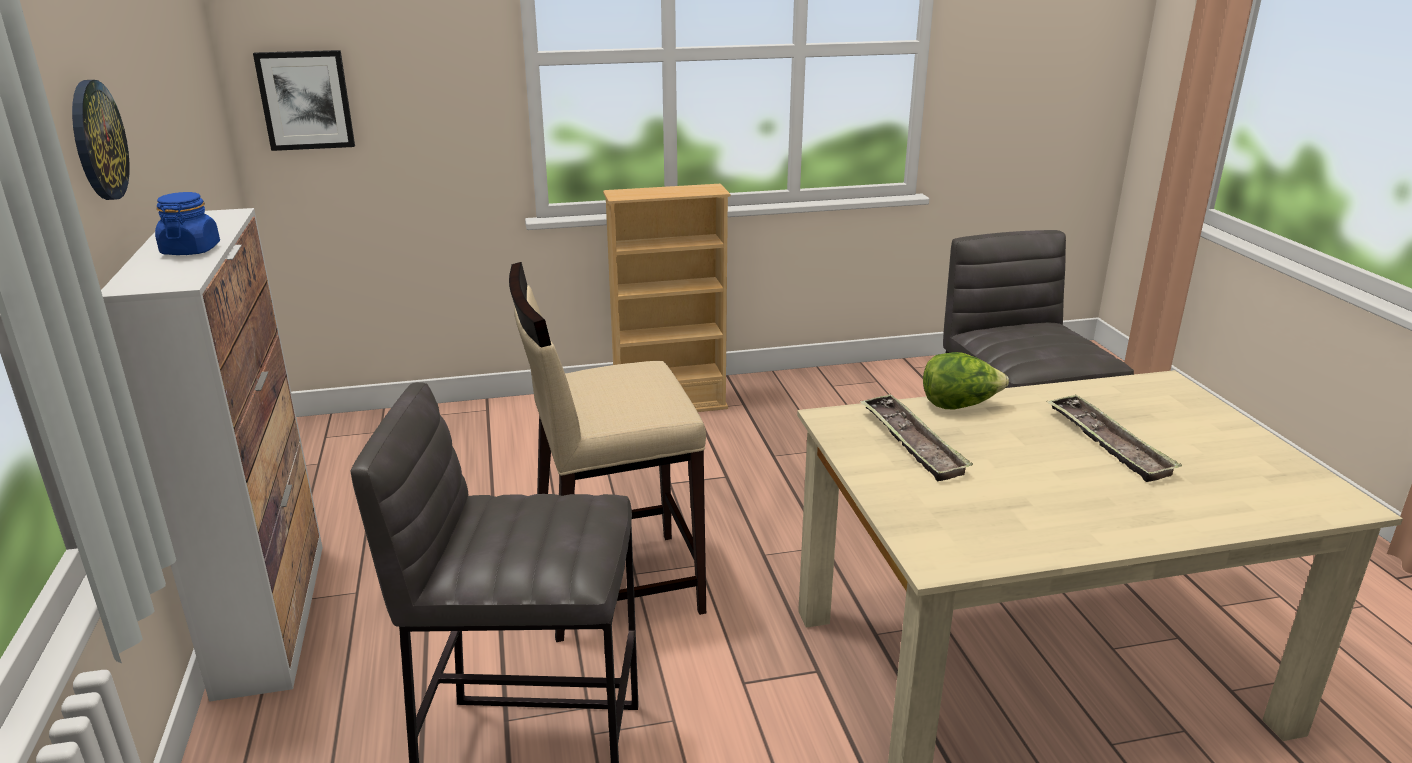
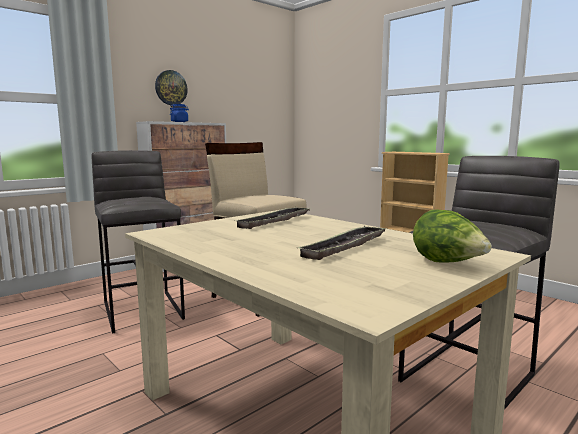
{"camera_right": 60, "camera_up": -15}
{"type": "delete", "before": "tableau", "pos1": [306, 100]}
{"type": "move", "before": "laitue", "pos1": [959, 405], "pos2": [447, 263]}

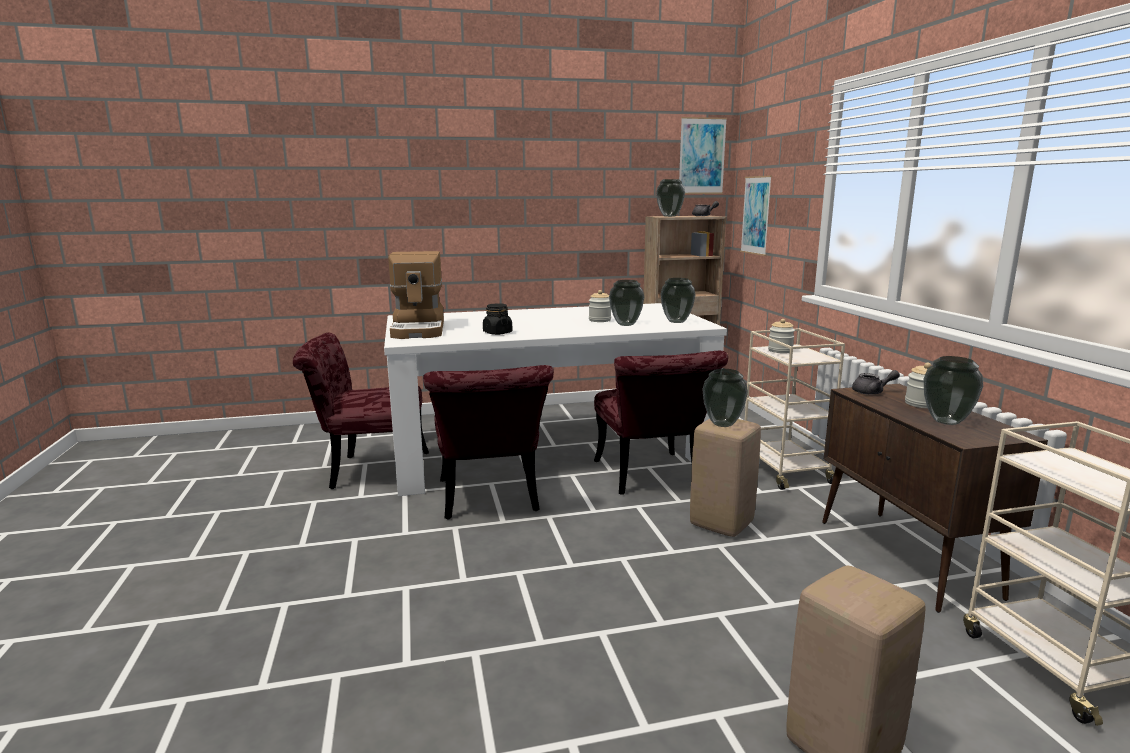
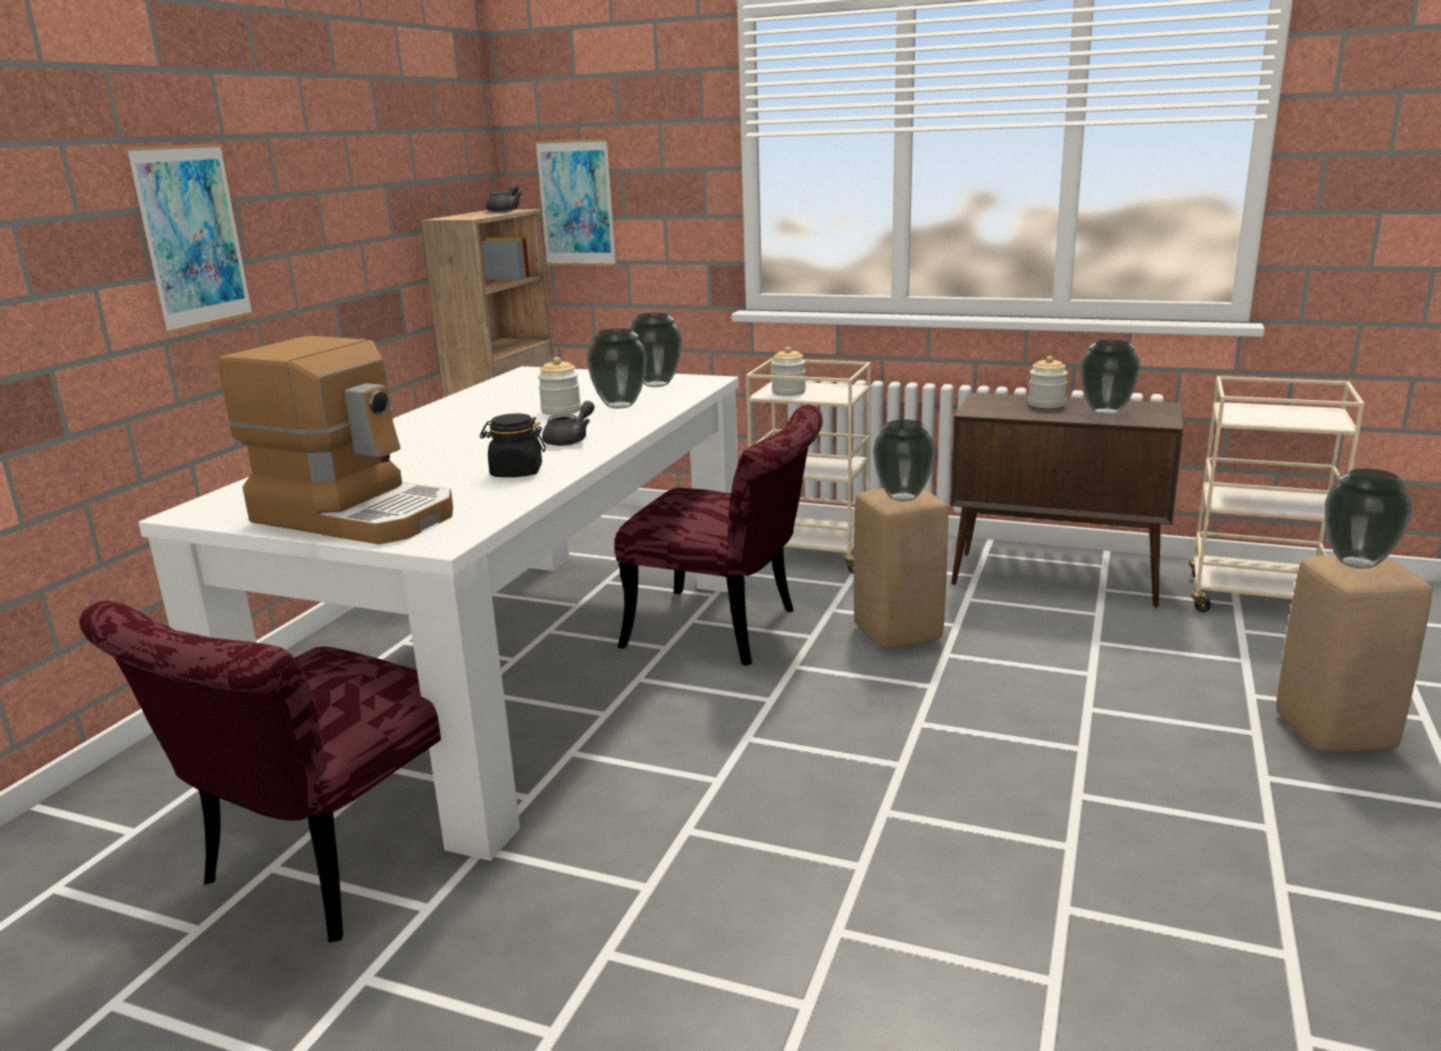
{"camera_right": -55, "camera_up": 5}
{"type": "move", "before": "tableau", "pos1": [702, 156], "pos2": [192, 236]}
{"type": "move", "before": "vase", "pos1": [669, 216], "pos2": [1358, 563]}
{"type": "delete", "before": "chaise [rouge]", "pos1": [490, 501]}
{"type": "move", "before": "théière [gris]", "pos1": [872, 392], "pos2": [570, 440]}

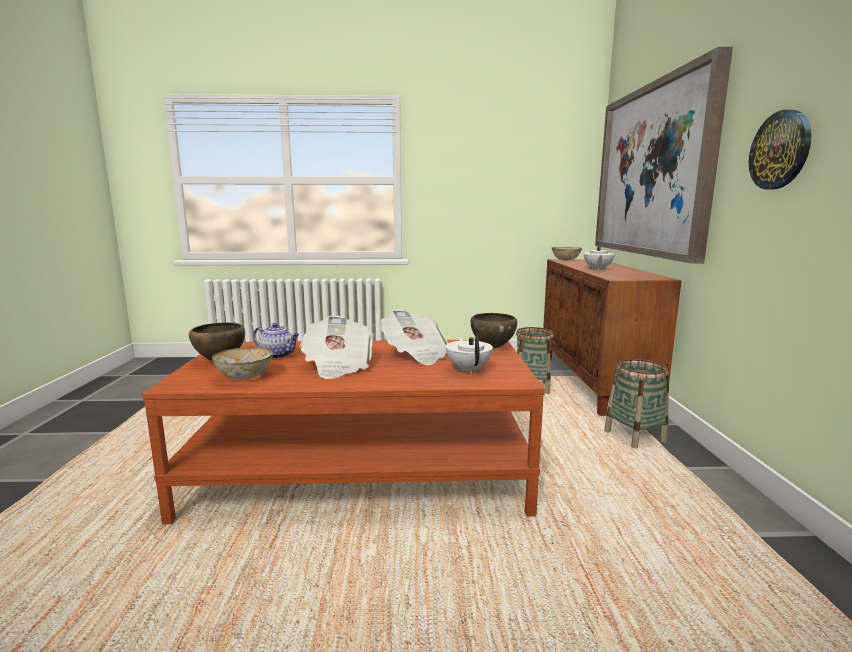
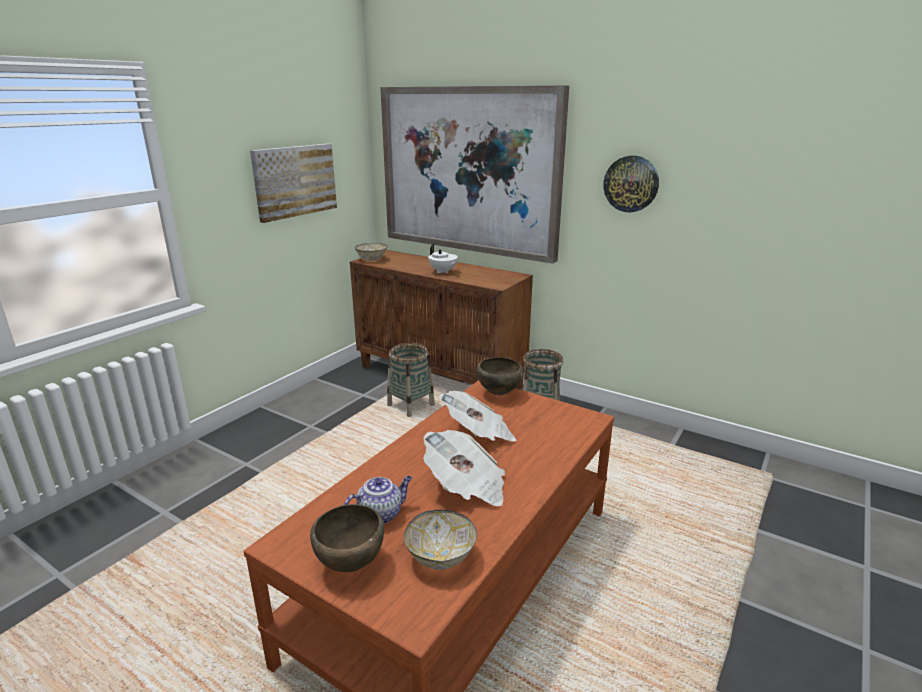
{"camera_right": -55, "camera_up": 10}
{"type": "delete", "before": "théière [blanc]", "pos1": [468, 369]}
{"type": "insert", "after": "tableau", "pos2": [294, 181]}

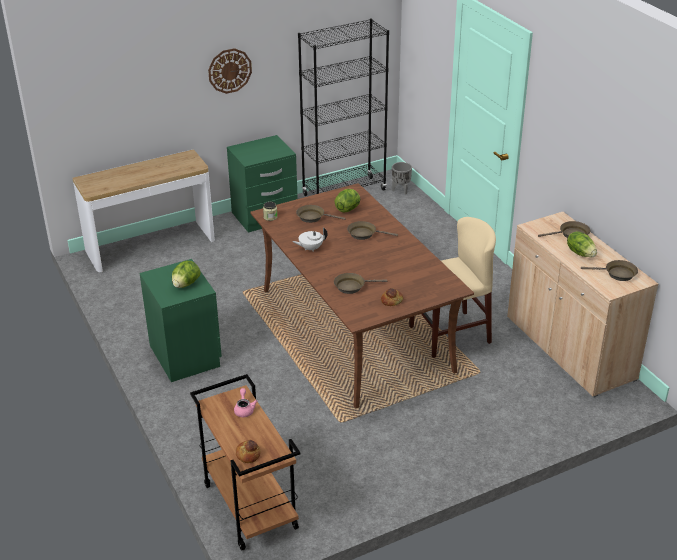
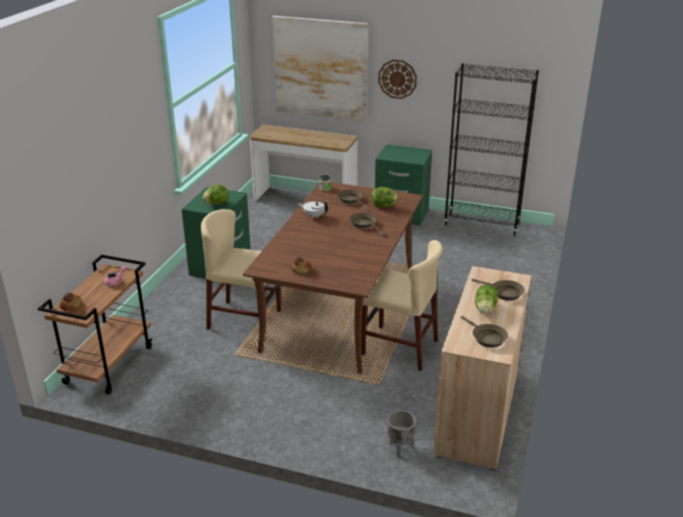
{"camera_right": 45, "camera_up": -5}
{"type": "move", "before": "cache-pot [gris]", "pos1": [400, 190], "pos2": [399, 448]}
{"type": "delete", "before": "poêle [marron]", "pos1": [352, 286]}
{"type": "insert", "after": "tableau", "pos2": [320, 68]}
{"type": "insert", "after": "chaise [beige]", "pos2": [244, 320]}

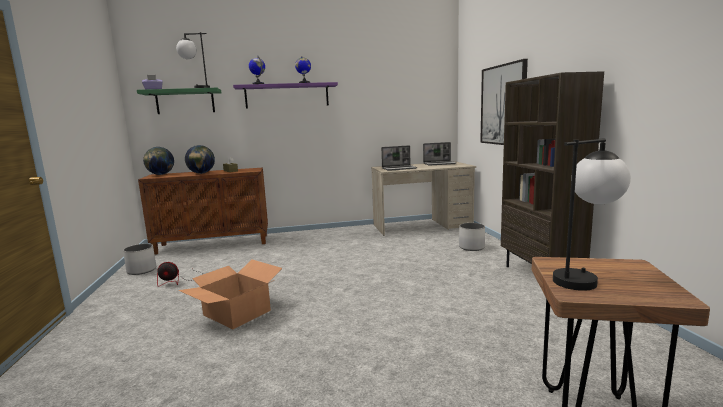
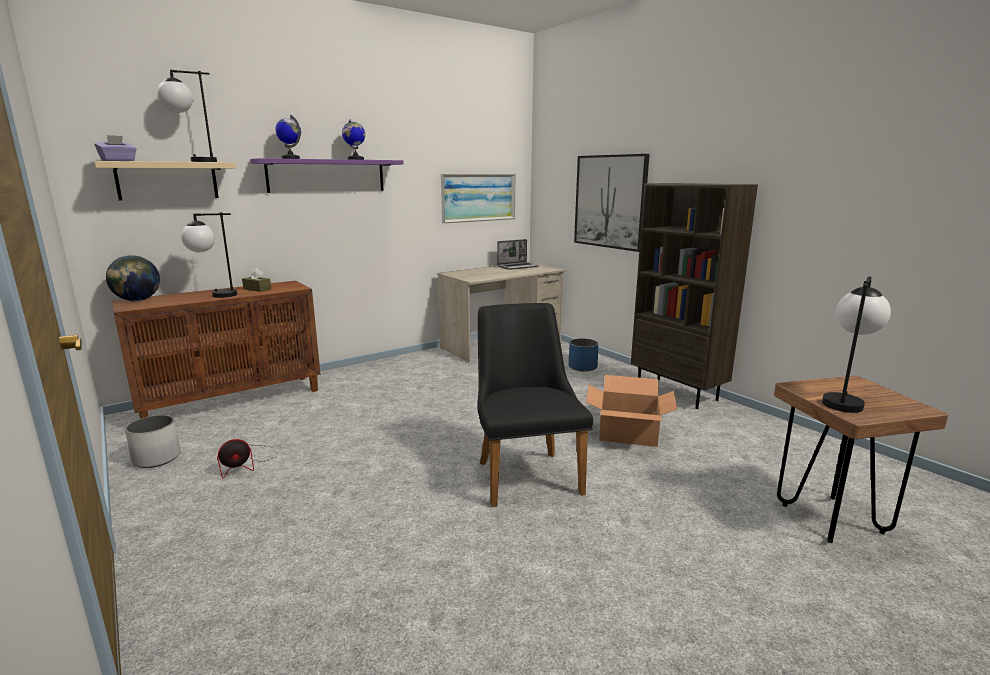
{"camera_right": -25, "camera_up": 5}
{"type": "recolor", "before": "étagère [vert]", "after": "étagère [beige]", "pos1": [185, 102], "pos2": [167, 180]}
{"type": "replace", "before": "globe", "after": "lampe de table", "pos1": [201, 173], "pos2": [214, 295]}
{"type": "delete", "before": "ordinateur portable", "pos1": [399, 168]}
{"type": "recolor", "before": "cache-pot [blanc]", "after": "cache-pot [bleu]", "pos1": [471, 247], "pos2": [582, 367]}
{"type": "move", "before": "carton", "pos1": [236, 313], "pos2": [628, 432]}
{"type": "insert", "after": "tableau", "pos2": [478, 197]}
{"type": "insert", "after": "chaise [noir]", "pos2": [525, 472]}

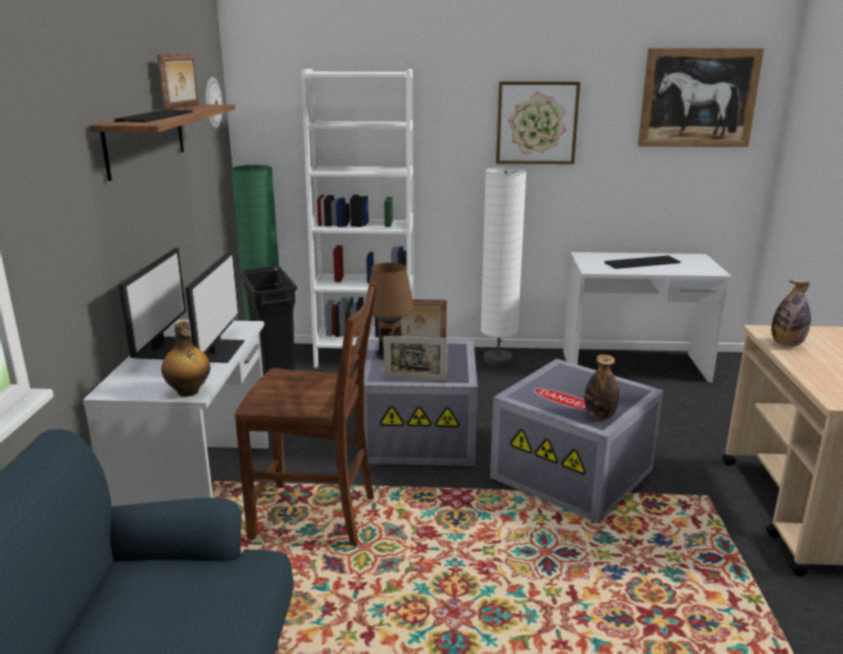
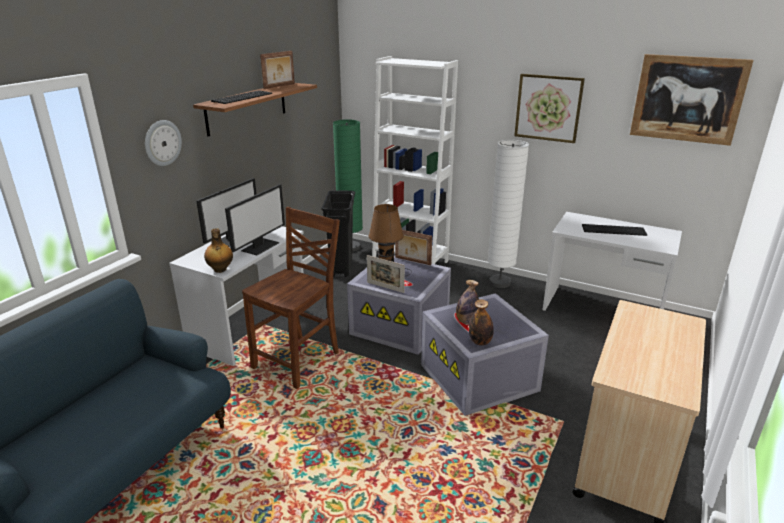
{"camera_right": 25, "camera_up": 5}
{"type": "move", "before": "horloge murale", "pos1": [212, 103], "pos2": [162, 143]}
{"type": "move", "before": "bouteille", "pos1": [786, 344], "pos2": [466, 321]}
{"type": "rotate", "before": "chaise [marron]", "pos1": [317, 517], "pos2": [299, 361], "turn": -90}

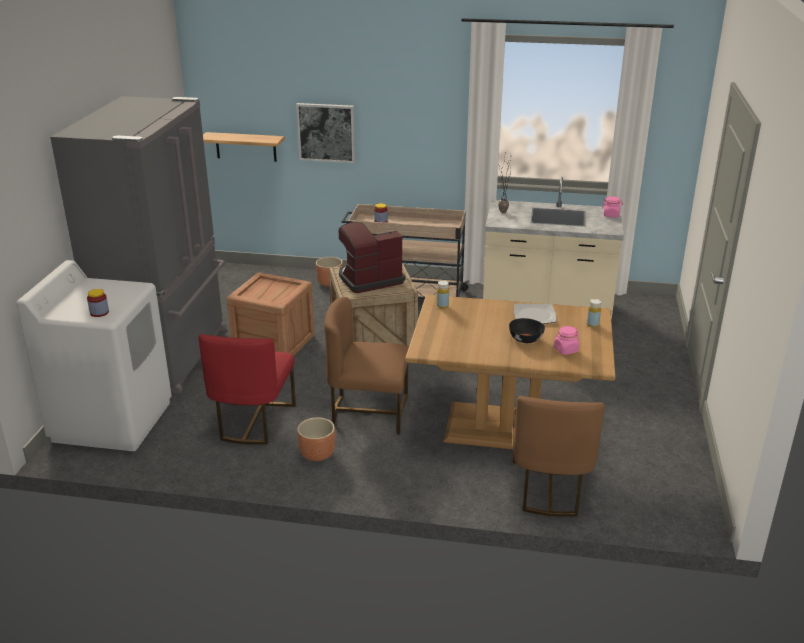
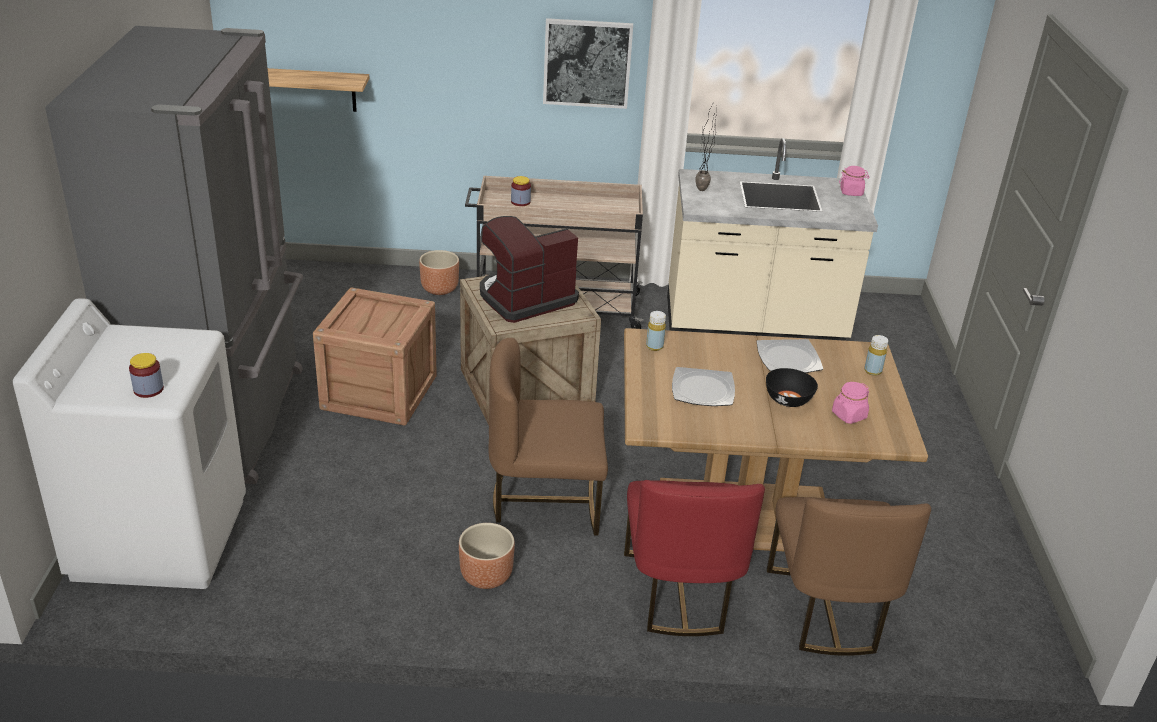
{"camera_right": -10, "camera_up": 5}
{"type": "move", "before": "tableau", "pos1": [326, 132], "pos2": [587, 63]}
{"type": "move", "before": "chaise [rouge]", "pos1": [253, 422], "pos2": [680, 592]}
{"type": "insert", "after": "assiette", "pos2": [703, 389]}

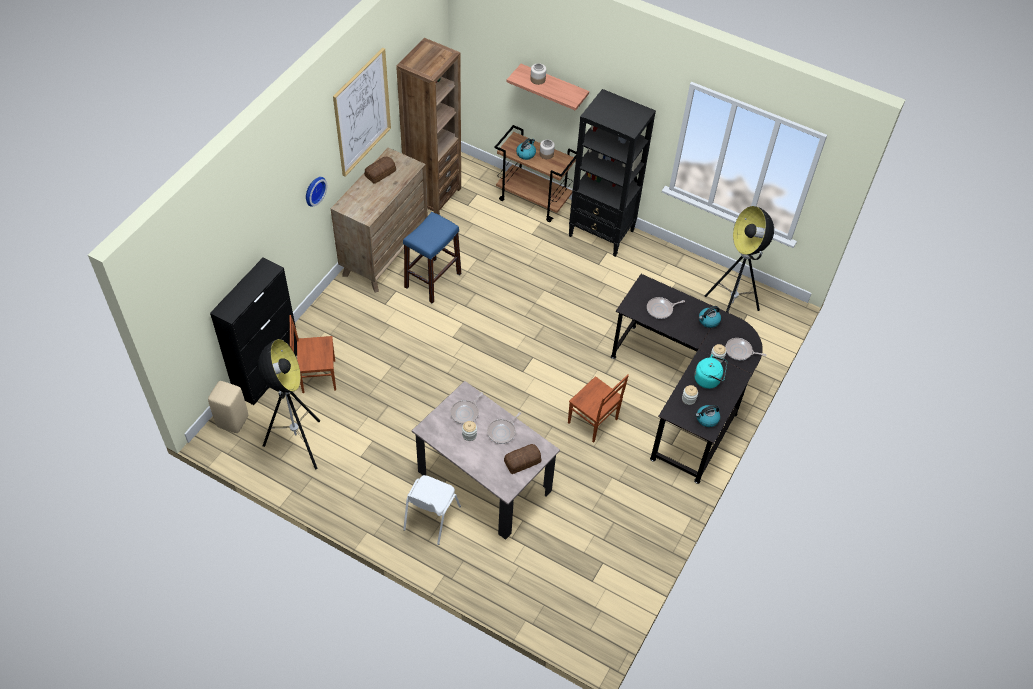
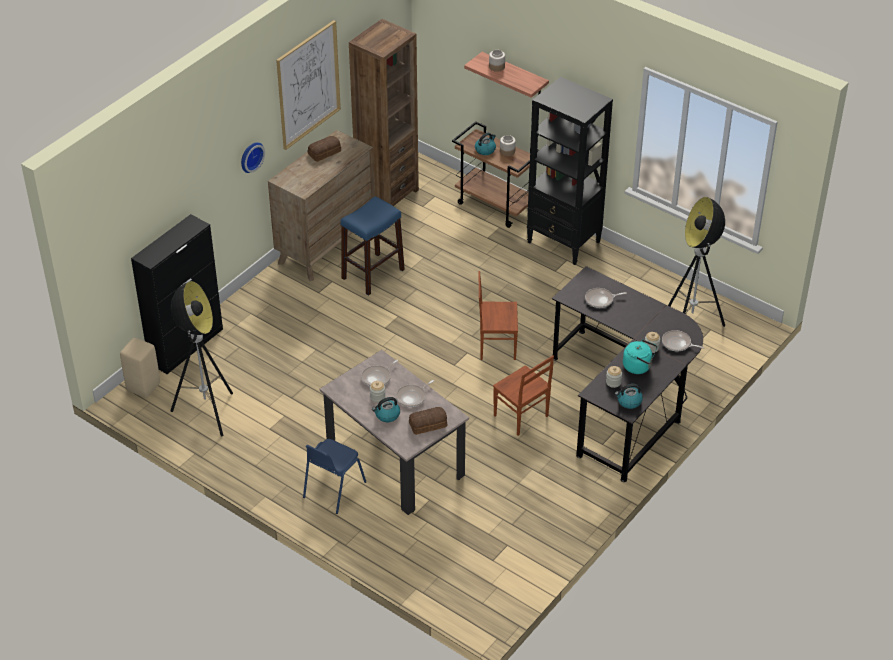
{"camera_right": 10, "camera_up": -10}
{"type": "move", "before": "bouilloire", "pos1": [708, 321], "pos2": [387, 415]}
{"type": "move", "before": "chaise [marron]", "pos1": [318, 376], "pos2": [496, 345]}
{"type": "recolor", "before": "chaise [blanc]", "after": "chaise [bleu]", "pos1": [430, 518], "pos2": [333, 490]}

